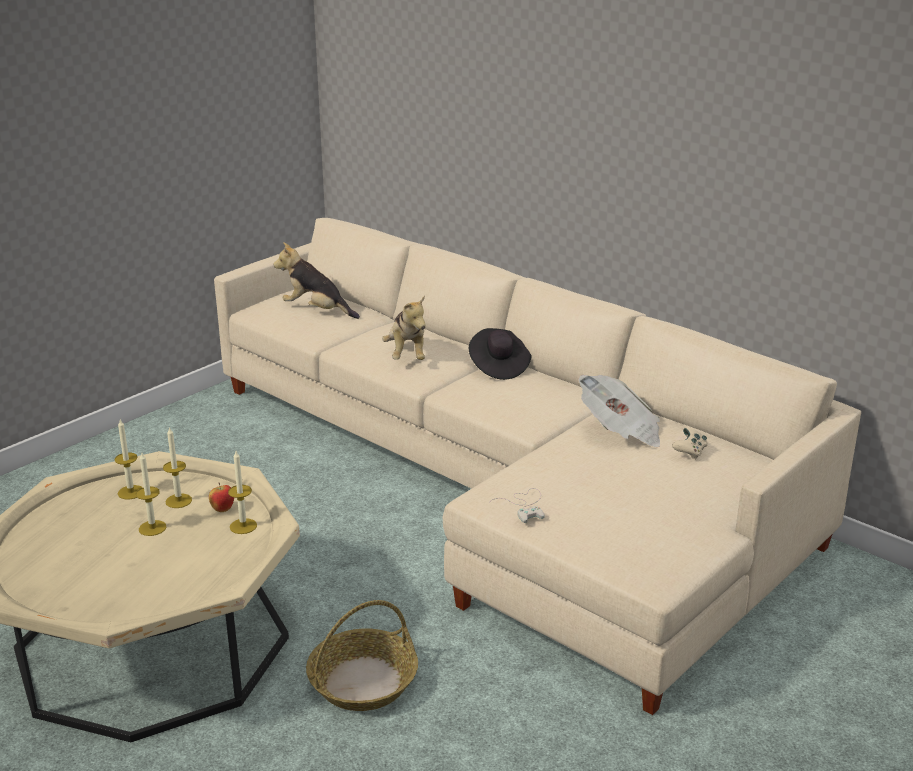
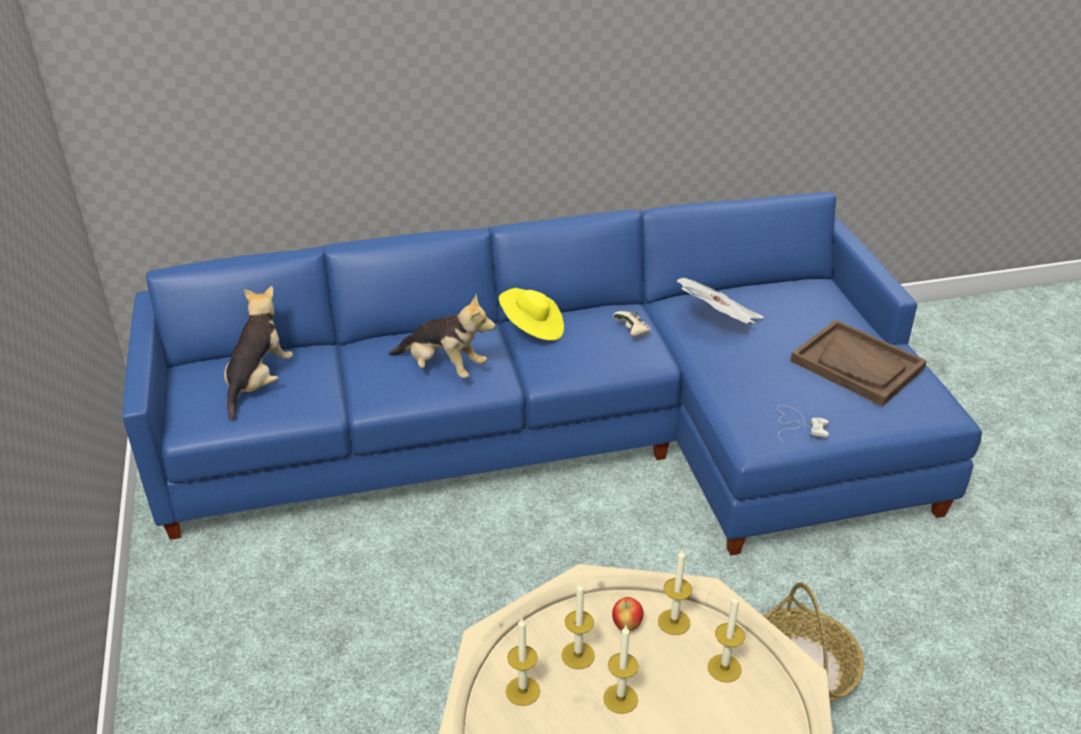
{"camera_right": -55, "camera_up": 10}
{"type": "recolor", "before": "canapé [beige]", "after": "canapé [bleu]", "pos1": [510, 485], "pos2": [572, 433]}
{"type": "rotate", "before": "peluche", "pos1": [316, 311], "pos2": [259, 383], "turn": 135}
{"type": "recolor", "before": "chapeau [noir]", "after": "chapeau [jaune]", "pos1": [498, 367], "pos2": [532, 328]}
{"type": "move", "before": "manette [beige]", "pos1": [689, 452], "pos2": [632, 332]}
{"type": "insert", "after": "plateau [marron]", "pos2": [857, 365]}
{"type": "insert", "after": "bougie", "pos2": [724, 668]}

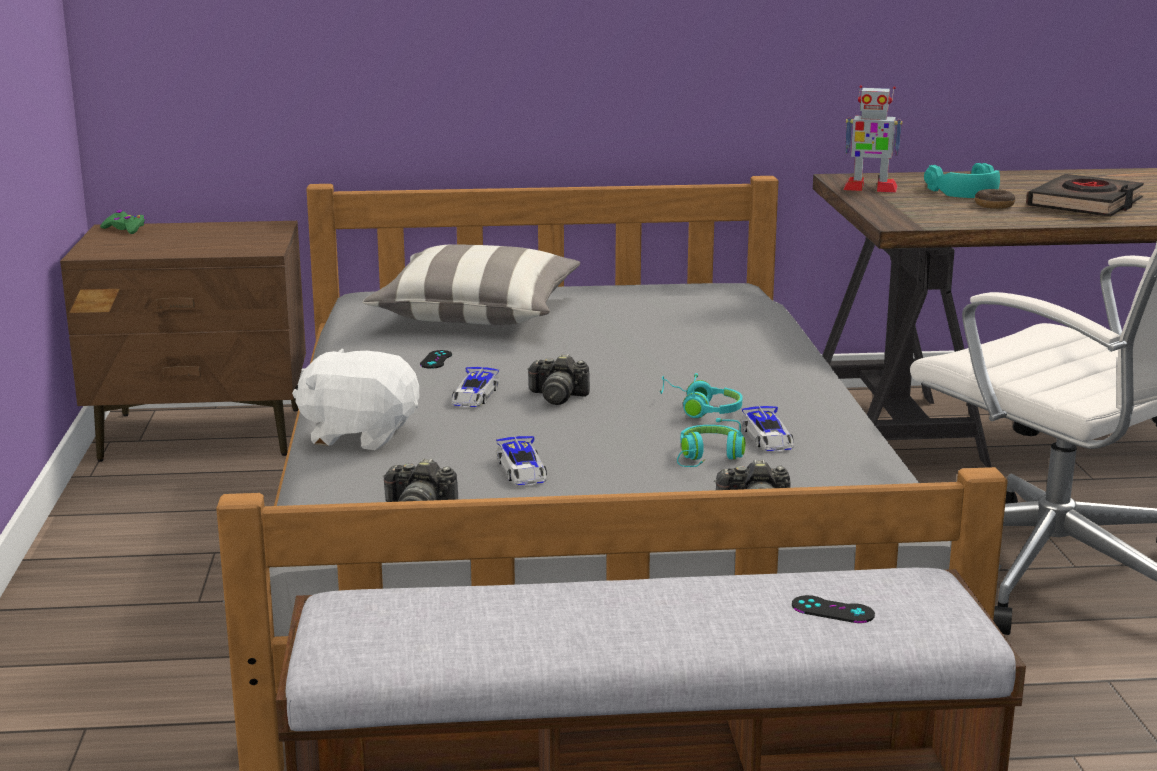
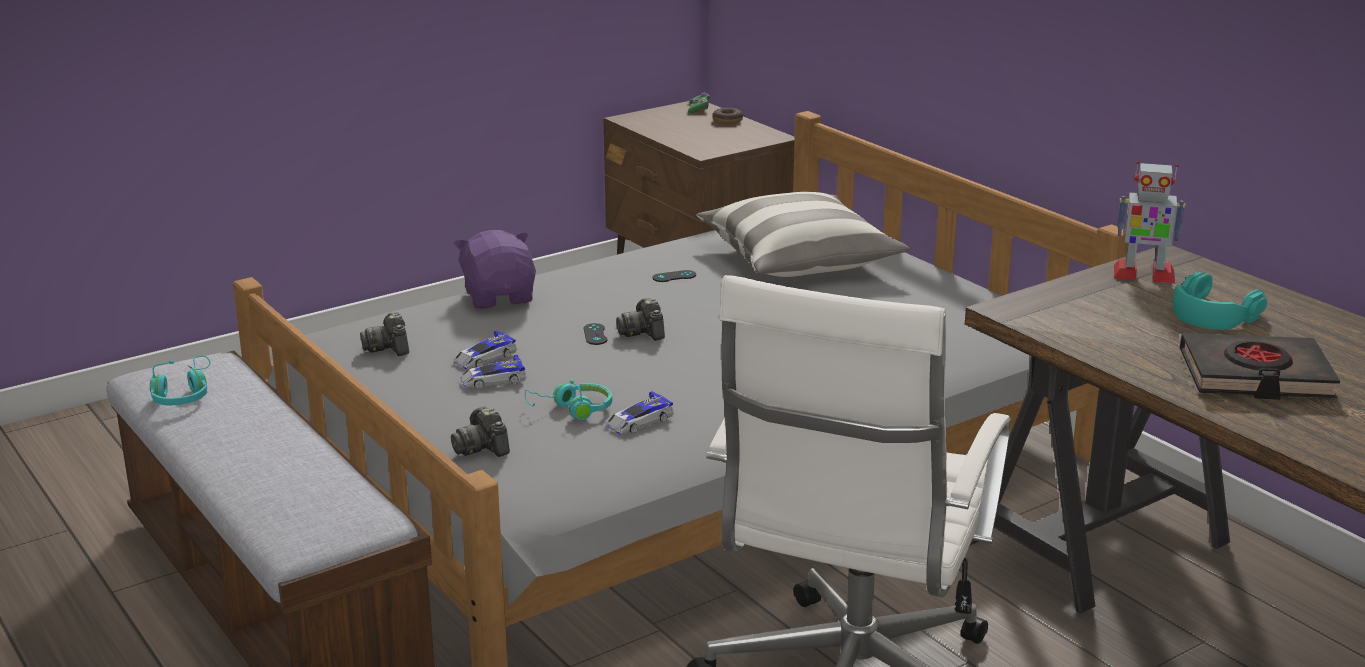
{"camera_right": 60, "camera_up": 5}
{"type": "rotate", "before": "robot jouet", "pos1": [869, 188], "pos2": [1143, 274], "turn": -60}
{"type": "move", "before": "beignet", "pos1": [994, 205], "pos2": [727, 121]}
{"type": "recolor", "before": "peluche [blanc]", "after": "peluche [violet]", "pos1": [360, 435], "pos2": [499, 297]}
{"type": "move", "before": "petite voiture", "pos1": [474, 396], "pos2": [492, 380]}
{"type": "move", "before": "casque audio [turquoise]", "pos1": [699, 409], "pos2": [183, 394]}
{"type": "move", "before": "manette [noir]", "pos1": [832, 610], "pos2": [595, 334]}

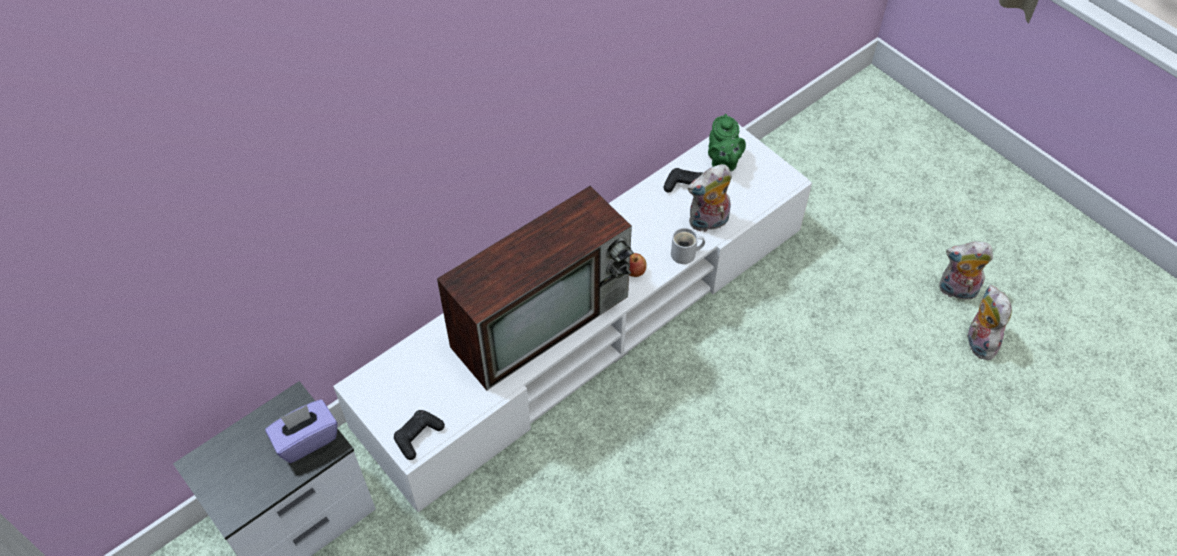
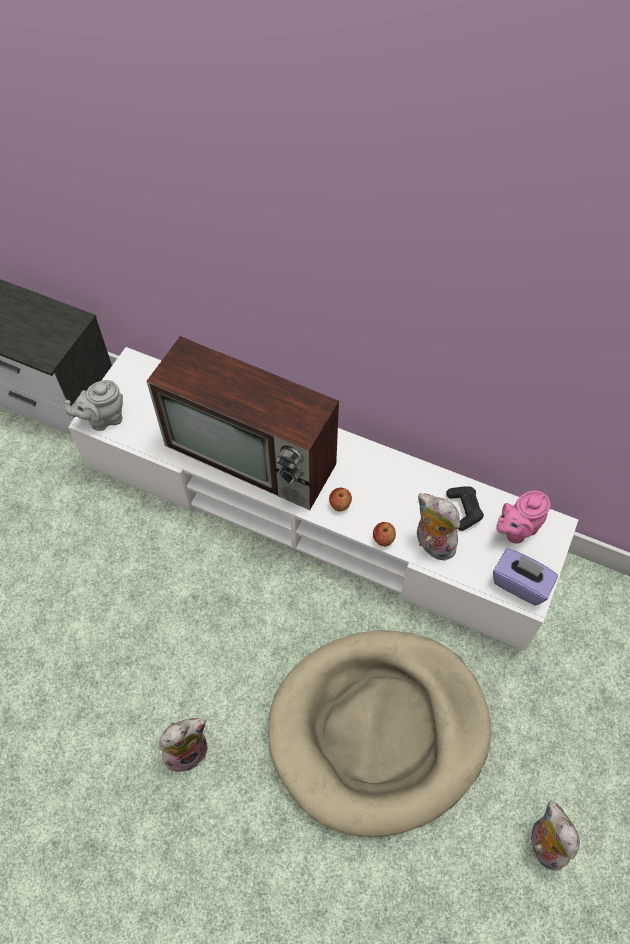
{"camera_right": 65, "camera_up": 5}
{"type": "recolor", "before": "théière [vert]", "after": "théière [rose]", "pos1": [723, 162], "pos2": [516, 529]}
{"type": "replace", "before": "mug [blanc]", "after": "pomme", "pos1": [686, 254], "pos2": [383, 539]}
{"type": "move", "before": "peluche", "pos1": [977, 342], "pos2": [187, 749]}
{"type": "move", "before": "boîte à mouchoirs [violet]", "pos1": [306, 439], "pos2": [520, 583]}
{"type": "replace", "before": "manette [noir]", "after": "théière [gris]", "pos1": [418, 436], "pos2": [103, 419]}
{"type": "insert", "after": "panier pour chien [beige]", "pos2": [379, 730]}

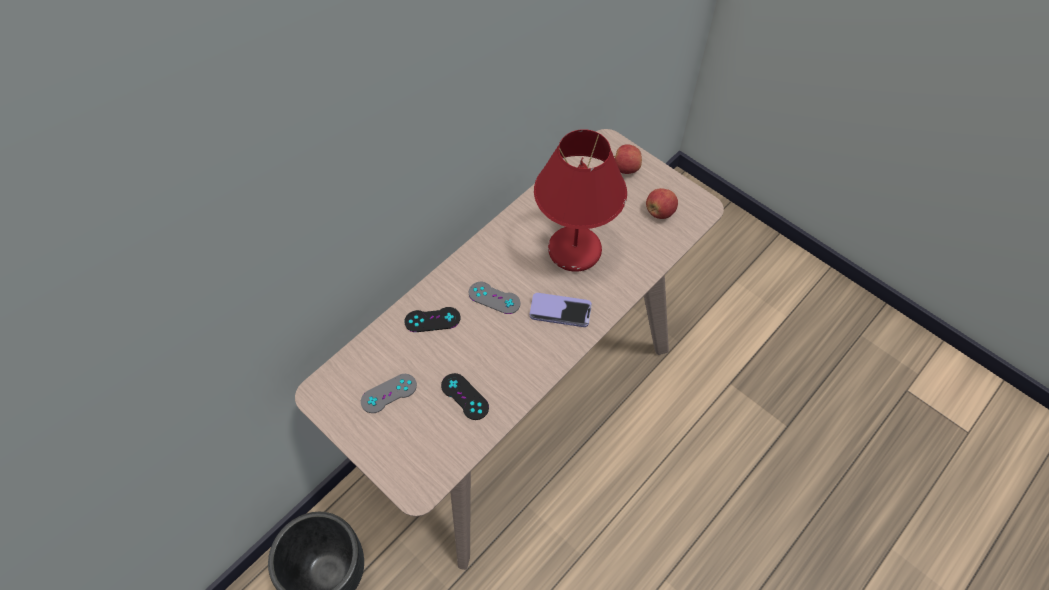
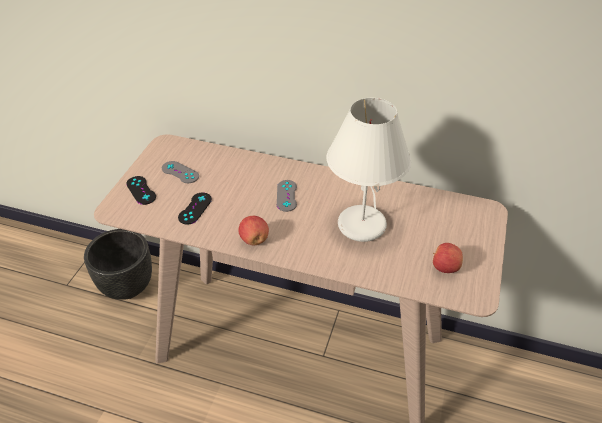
{"camera_right": 65, "camera_up": -15}
{"type": "recolor", "before": "lampe de table [rouge]", "after": "lampe de table [blanc]", "pos1": [573, 251], "pos2": [360, 225]}
{"type": "move", "before": "pomme", "pos1": [626, 168], "pos2": [254, 239]}
{"type": "delete", "before": "téléphone", "pos1": [560, 311]}
{"type": "move", "before": "manette [noir]", "pos1": [432, 320], "pos2": [141, 190]}

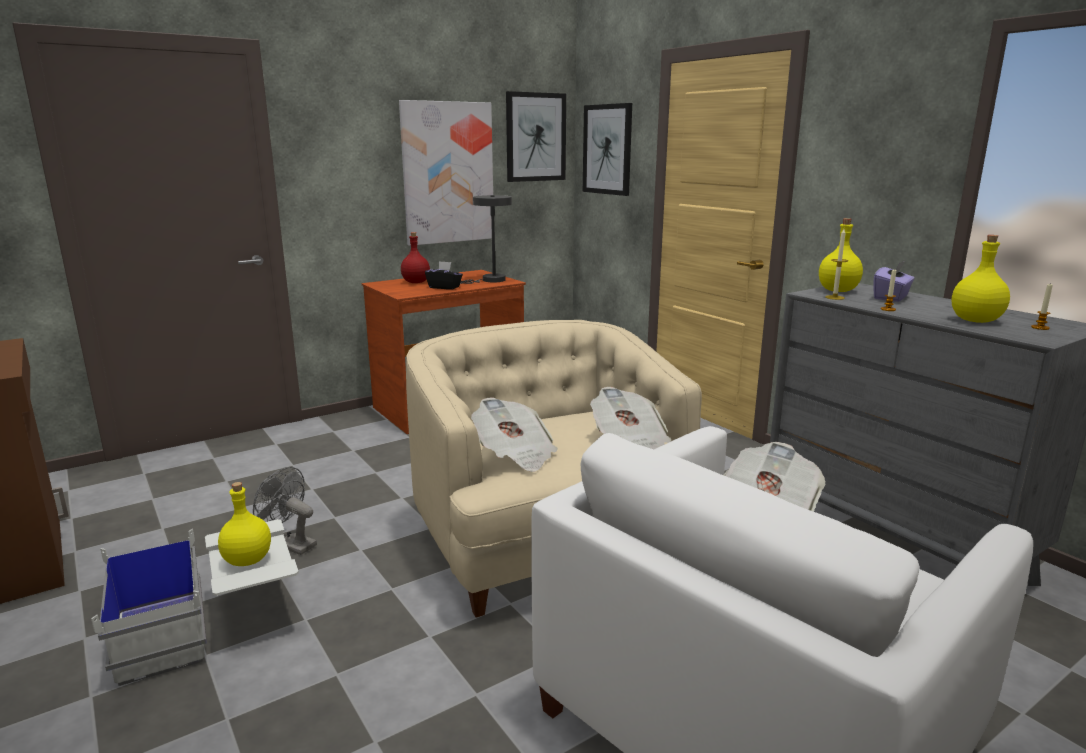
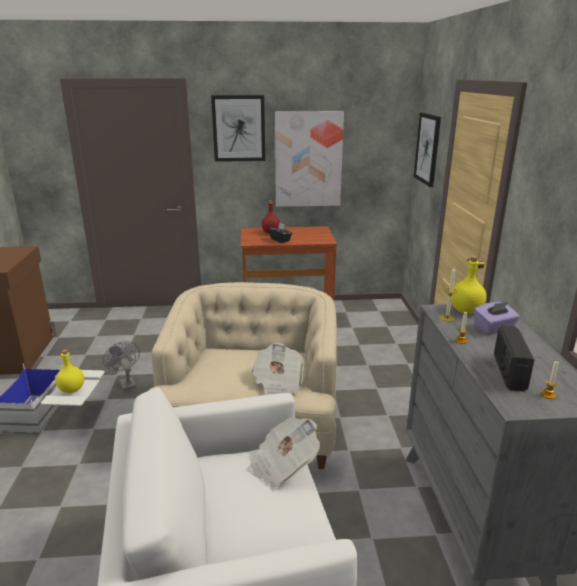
{"camera_right": 30, "camera_up": 5}
{"type": "move", "before": "tableau", "pos1": [535, 137], "pos2": [239, 128]}
{"type": "delete", "before": "lampe de table [gris]", "pos1": [490, 280]}
{"type": "replace", "before": "bouteille [jaune]", "after": "radio", "pos1": [976, 321], "pos2": [508, 372]}
{"type": "delete", "before": "journal", "pos1": [515, 455]}

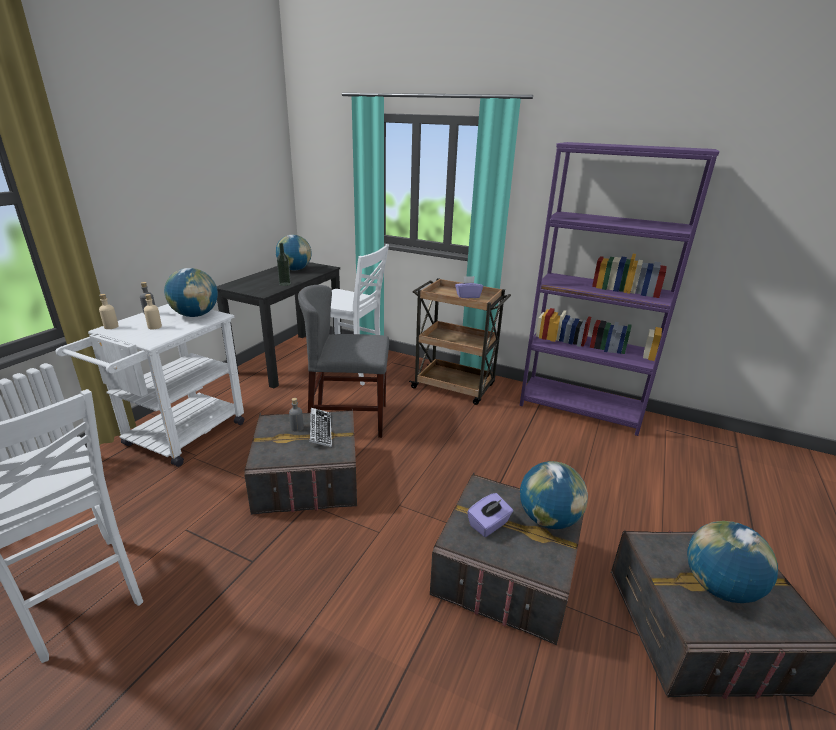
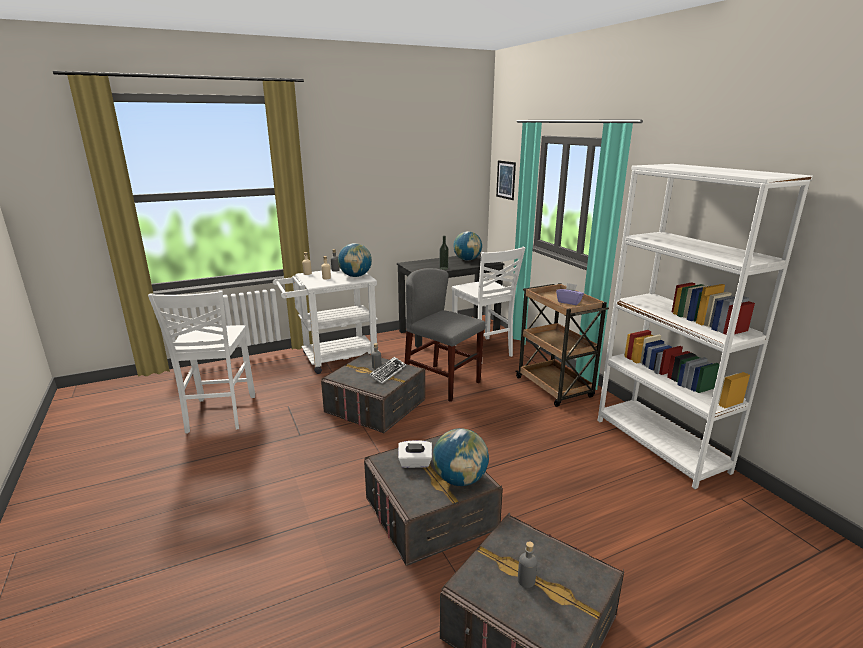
{"camera_right": 40, "camera_up": -5}
{"type": "recolor", "before": "bibliothèque [violet]", "after": "bibliothèque [blanc]", "pos1": [580, 409], "pos2": [660, 445]}
{"type": "recolor", "before": "boîte à mouchoirs [violet]", "after": "boîte à mouchoirs [blanc]", "pos1": [489, 524], "pos2": [415, 463]}
{"type": "replace", "before": "globe", "after": "bouteille [gris]", "pos1": [718, 587], "pos2": [526, 580]}
{"type": "insert", "after": "tableau", "pos2": [506, 180]}

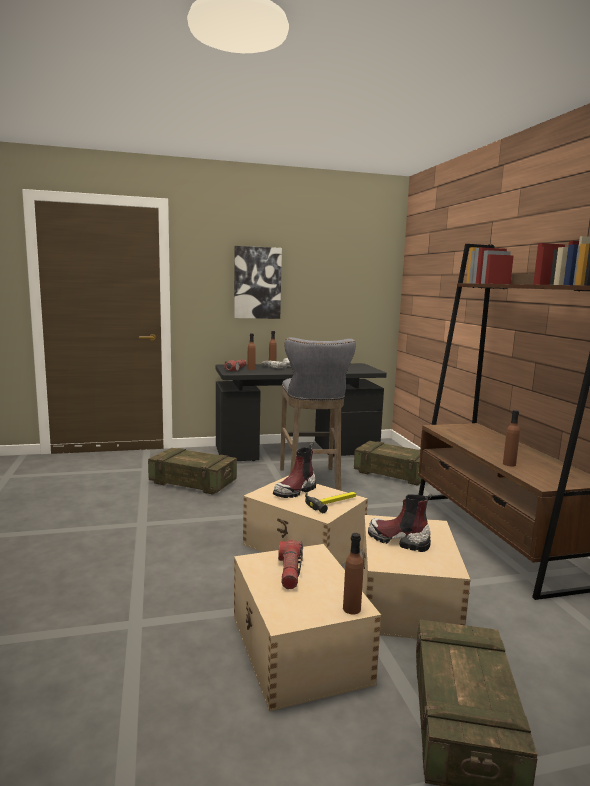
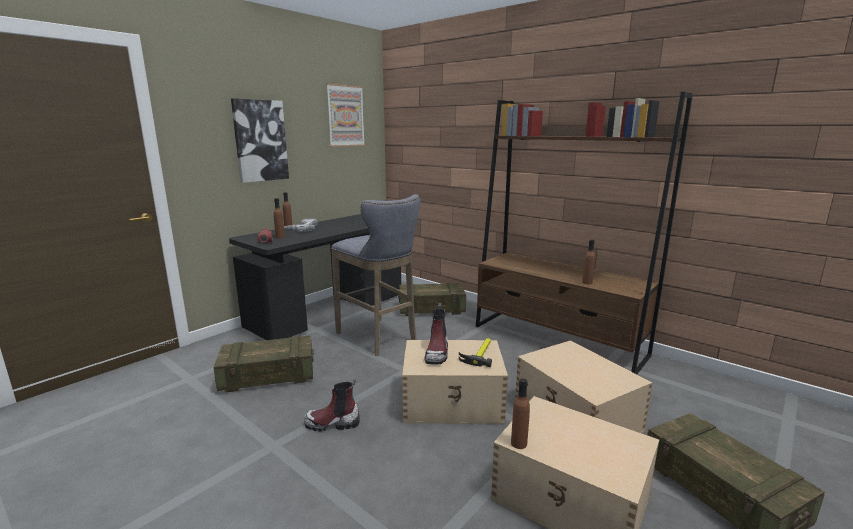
{"camera_right": -35, "camera_up": 5}
{"type": "move", "before": "botte", "pos1": [398, 540], "pos2": [332, 423]}
{"type": "move", "before": "bouteille [marron]", "pos1": [351, 609], "pos2": [519, 443]}
{"type": "delete", "before": "lampe de poche", "pos1": [290, 571]}
{"type": "insert", "after": "tableau", "pos2": [345, 116]}

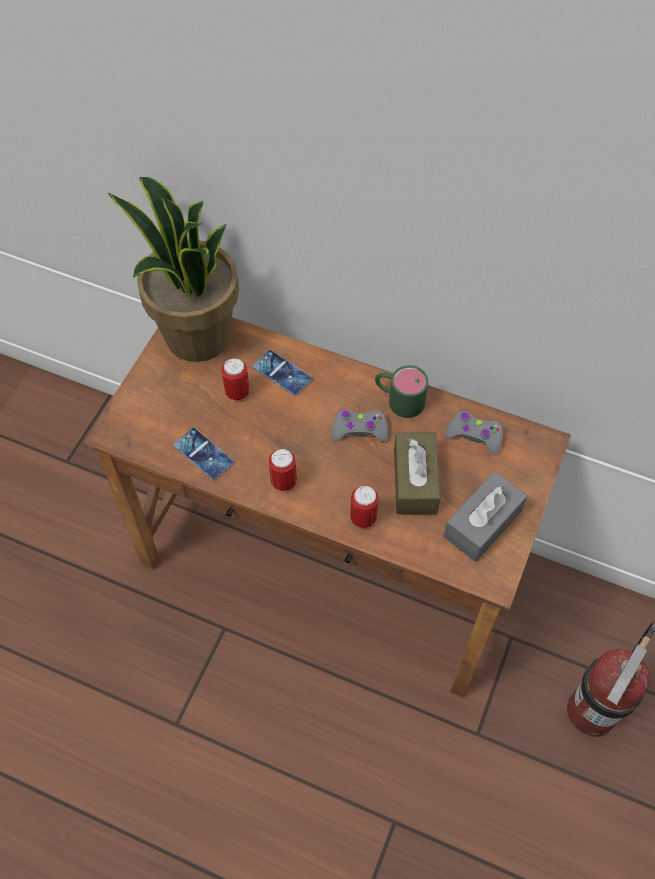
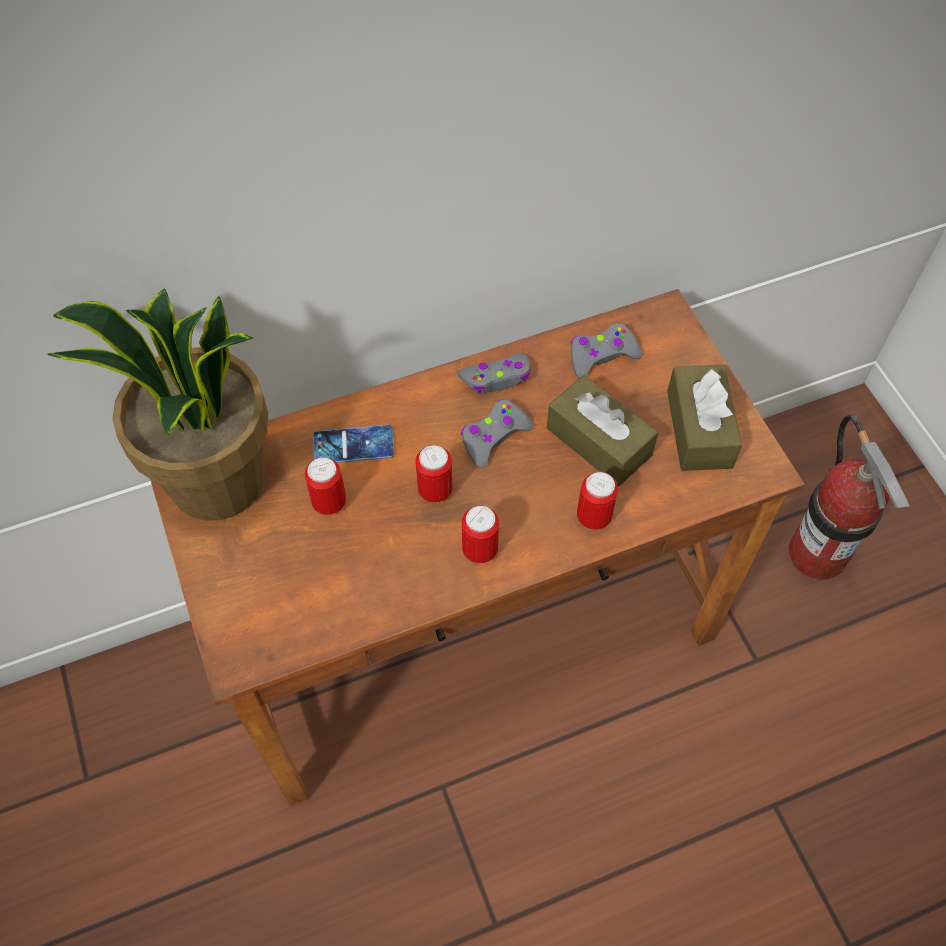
{"camera_right": -45, "camera_up": 0}
{"type": "replace", "before": "mug [vert]", "after": "manette [gris]", "pos1": [398, 399], "pos2": [496, 378]}
{"type": "delete", "before": "téléphone", "pos1": [203, 454]}
{"type": "recolor", "before": "boîte à mouchoirs [gris]", "after": "boîte à mouchoirs [marron]", "pos1": [482, 523], "pos2": [699, 429]}
{"type": "insert", "after": "boîte métallique", "pos2": [435, 491]}

